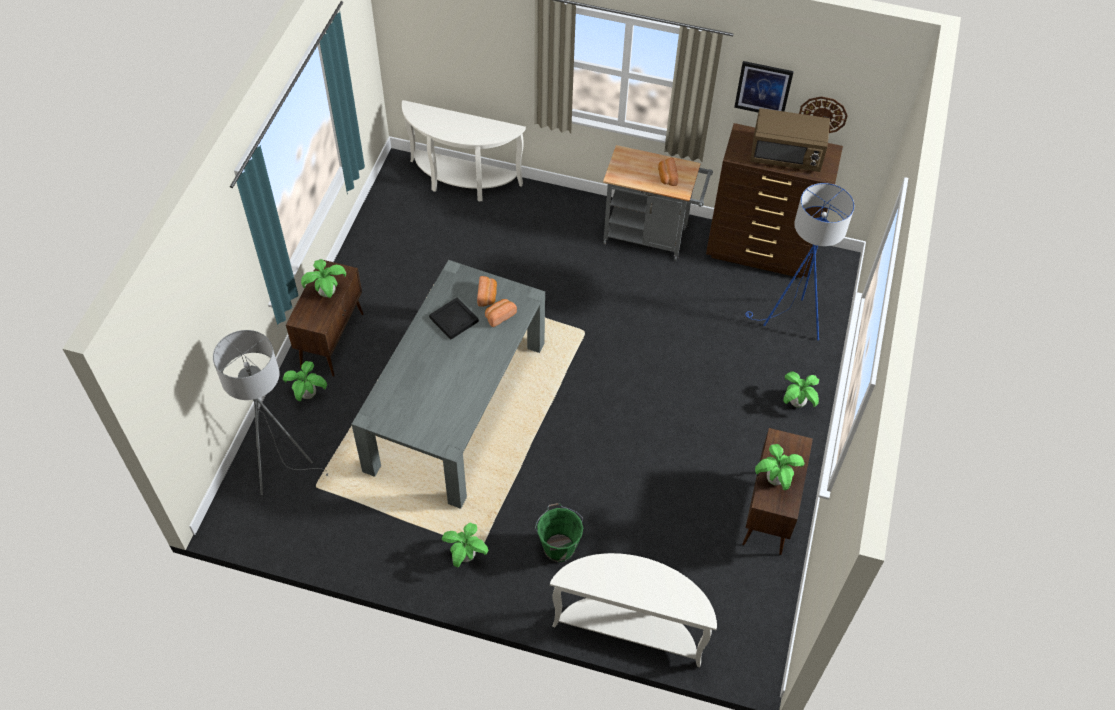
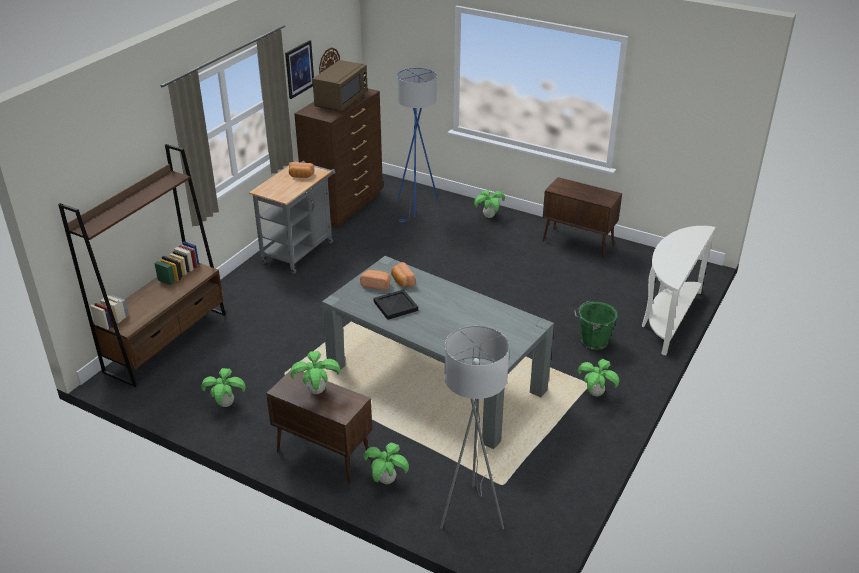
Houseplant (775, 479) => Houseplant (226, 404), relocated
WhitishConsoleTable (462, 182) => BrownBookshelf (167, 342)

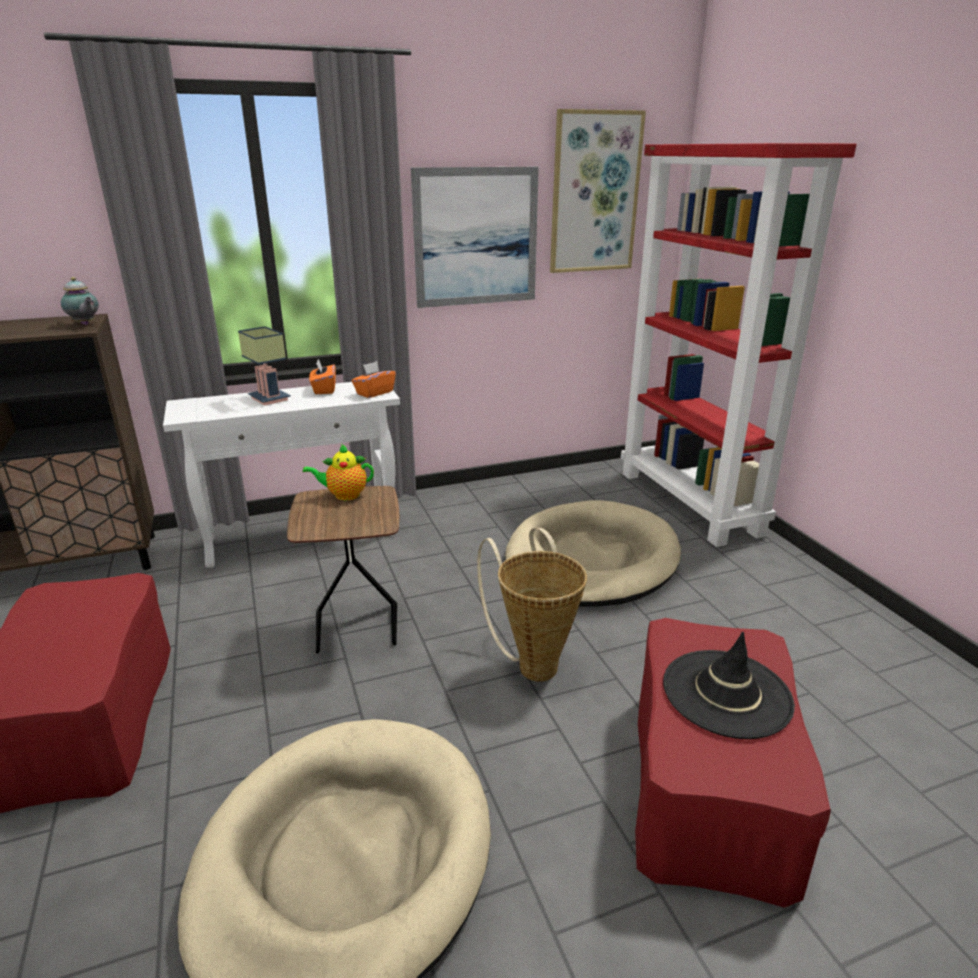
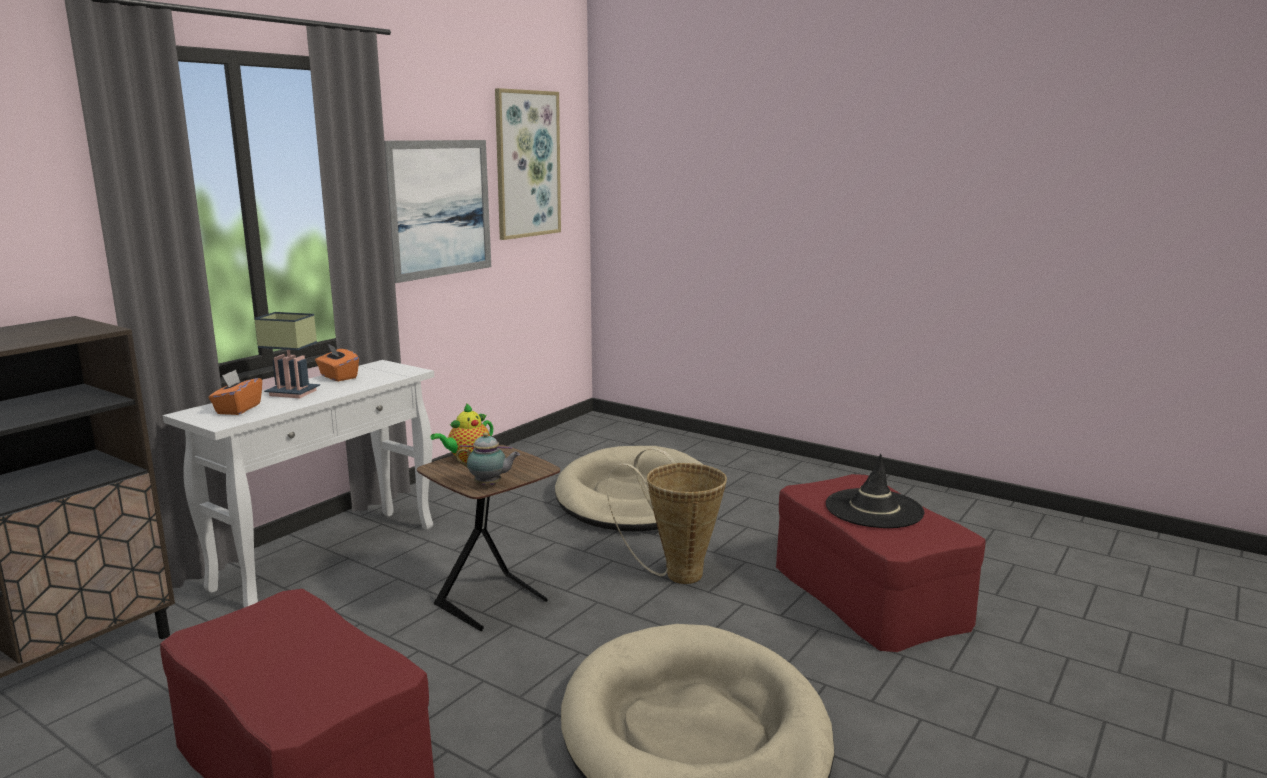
RedBookshelf (690, 503) => nothing
TeaPot (85, 325) => TeaPot (489, 485), relocated
OrangeColouredTissueBox (374, 393) => OrangeColouredTissueBox (238, 409), relocated

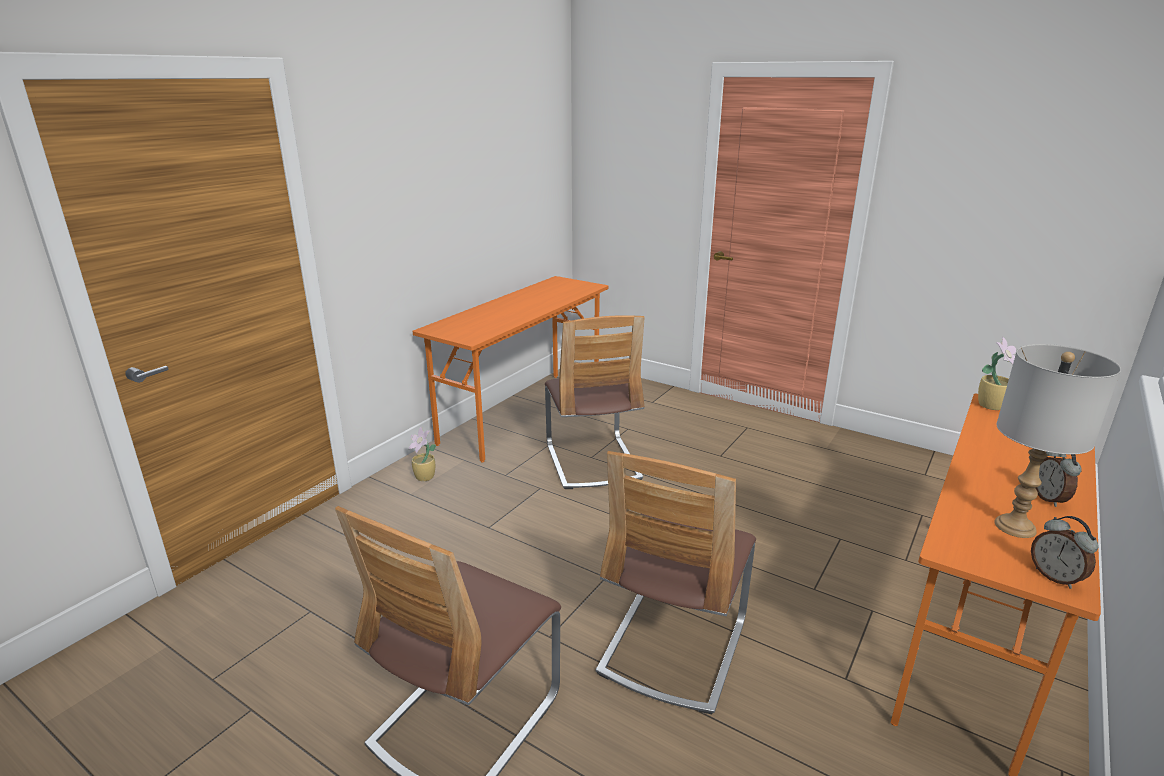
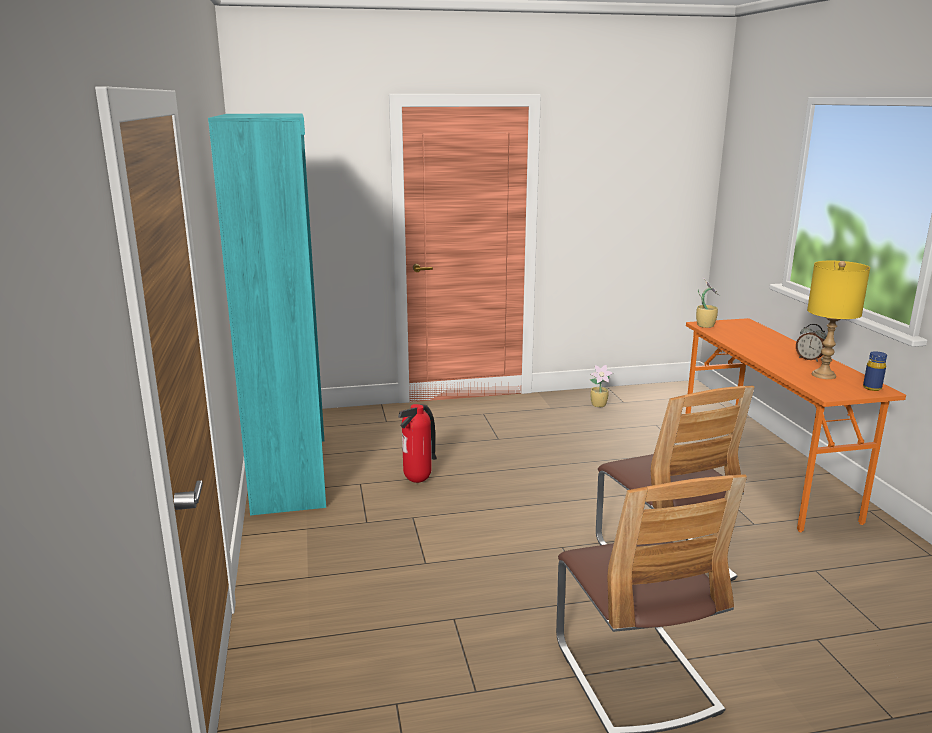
Houseplant (425, 477) => Houseplant (599, 405), relocated
OrangeColouredDesk (523, 413) => TurquoiseBookshelf (291, 471)
UprightChair (592, 461) => FireExtinguisher (418, 481)
BedsideClock (1055, 577) => BluishBeverageBottle (872, 388)
GreyishLampForATable (1015, 527) => YellowLampForATable (824, 375)

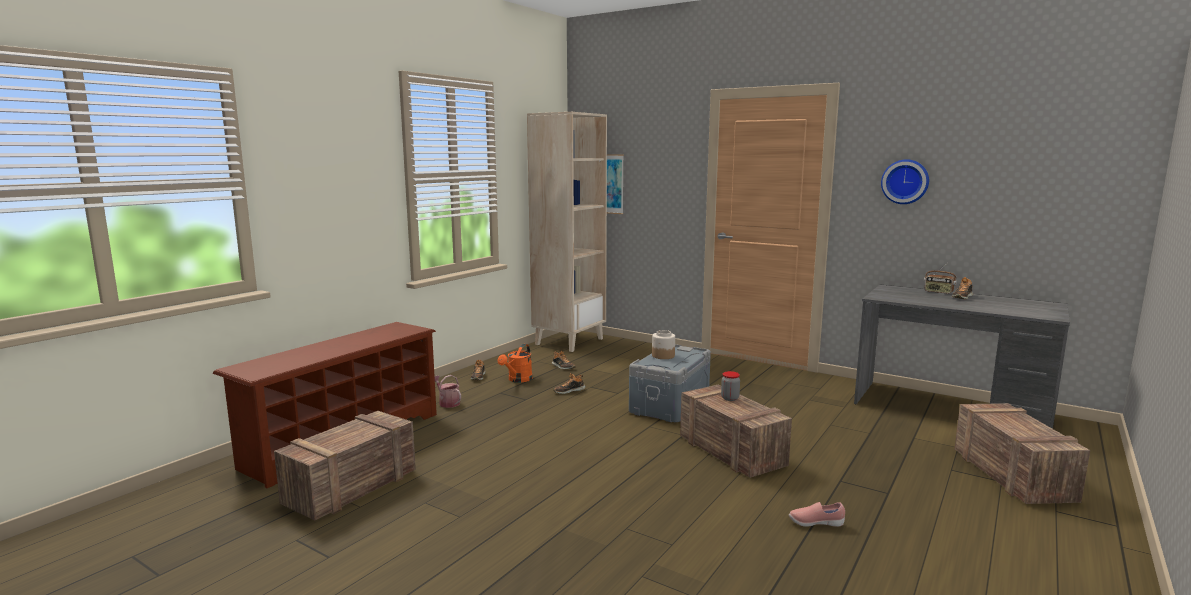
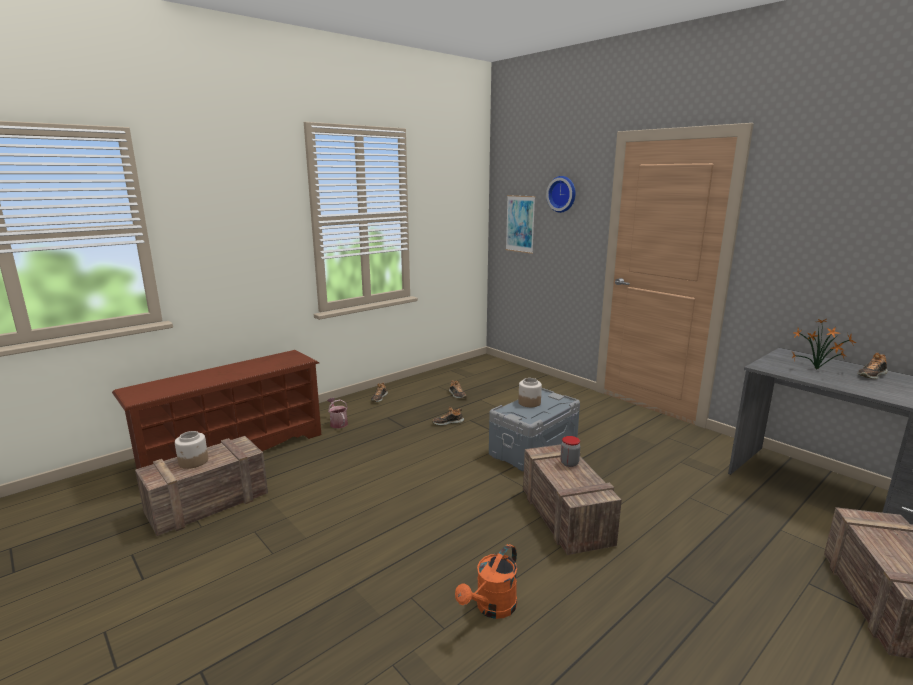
BeigeBookshelf (569, 341) => nothing
PinkColouredLowShoe (815, 523) => nothing
RadioSet (938, 292) => nothing
nothing => Jar (193, 462)
nothing => Houseplant (818, 370)
OrangeColouredSprinklingCan (518, 380) => OrangeColouredSprinklingCan (491, 608), relocated
ClockOnTheWall (905, 181) => ClockOnTheWall (562, 194), relocated

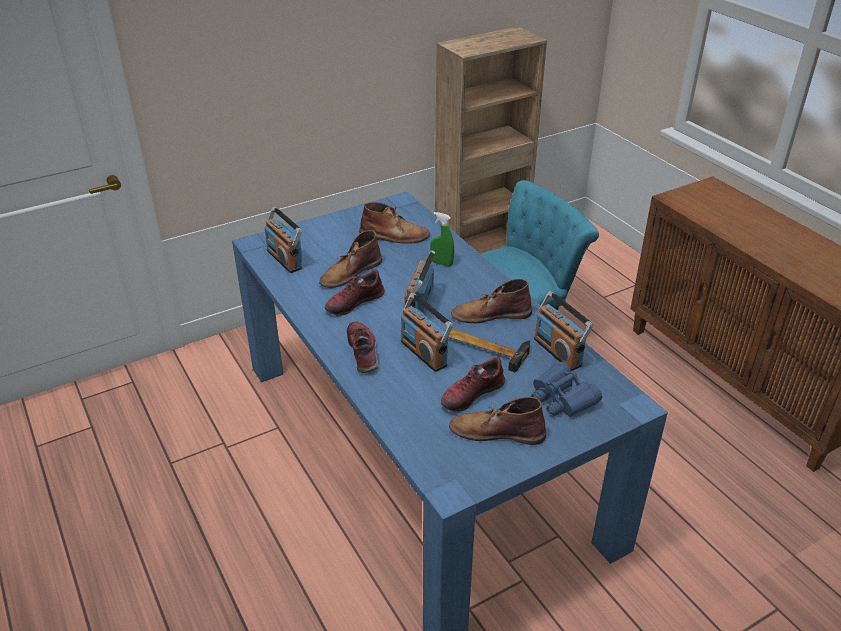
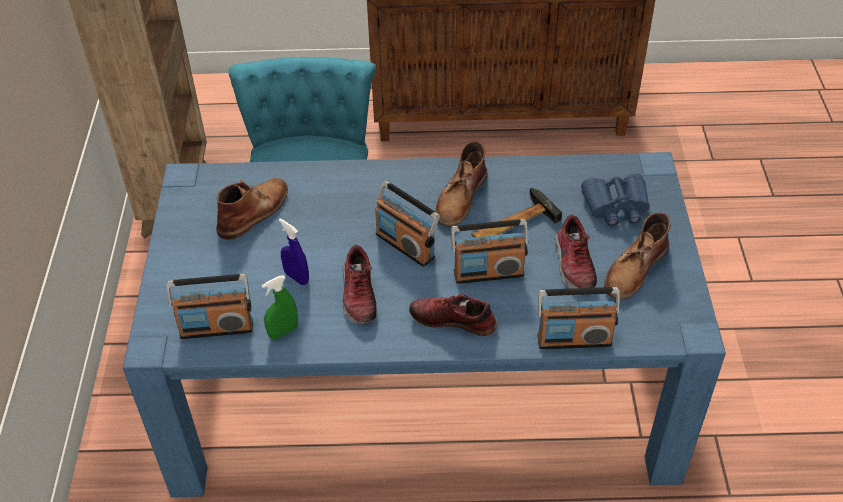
GreenSprayBottle (441, 263) => GreenSprayBottle (283, 331), relocated
RadioSet (558, 352) => RadioSet (574, 339), relocated
BrownBoot (350, 272) => BluishSprayBottle (296, 277)

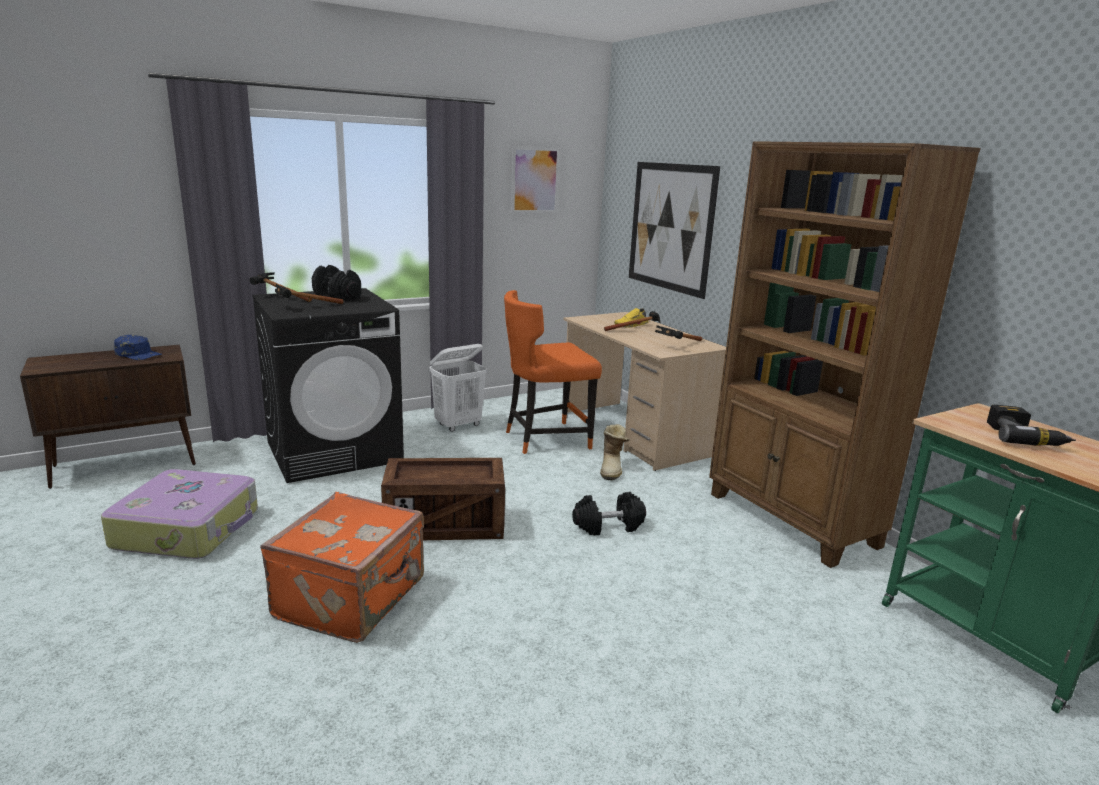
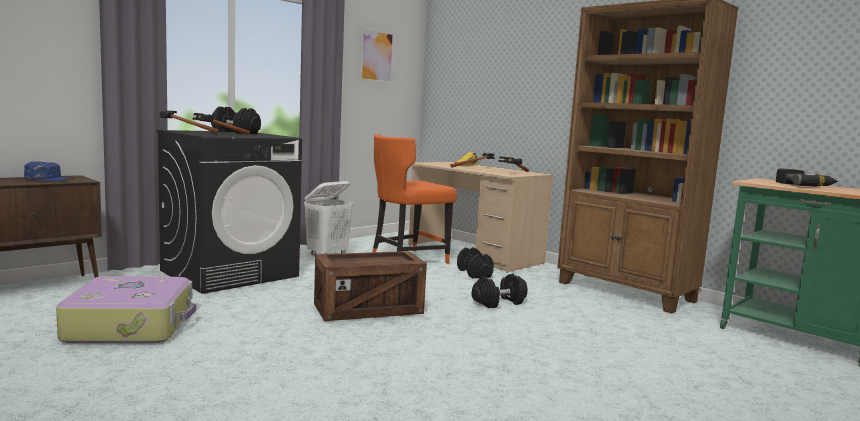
OrangeColouredPieceOfLuggage (353, 598) => nothing
WallPicture (670, 227) => nothing
Boot (612, 469) => BlackColouredDumbbell (474, 273)

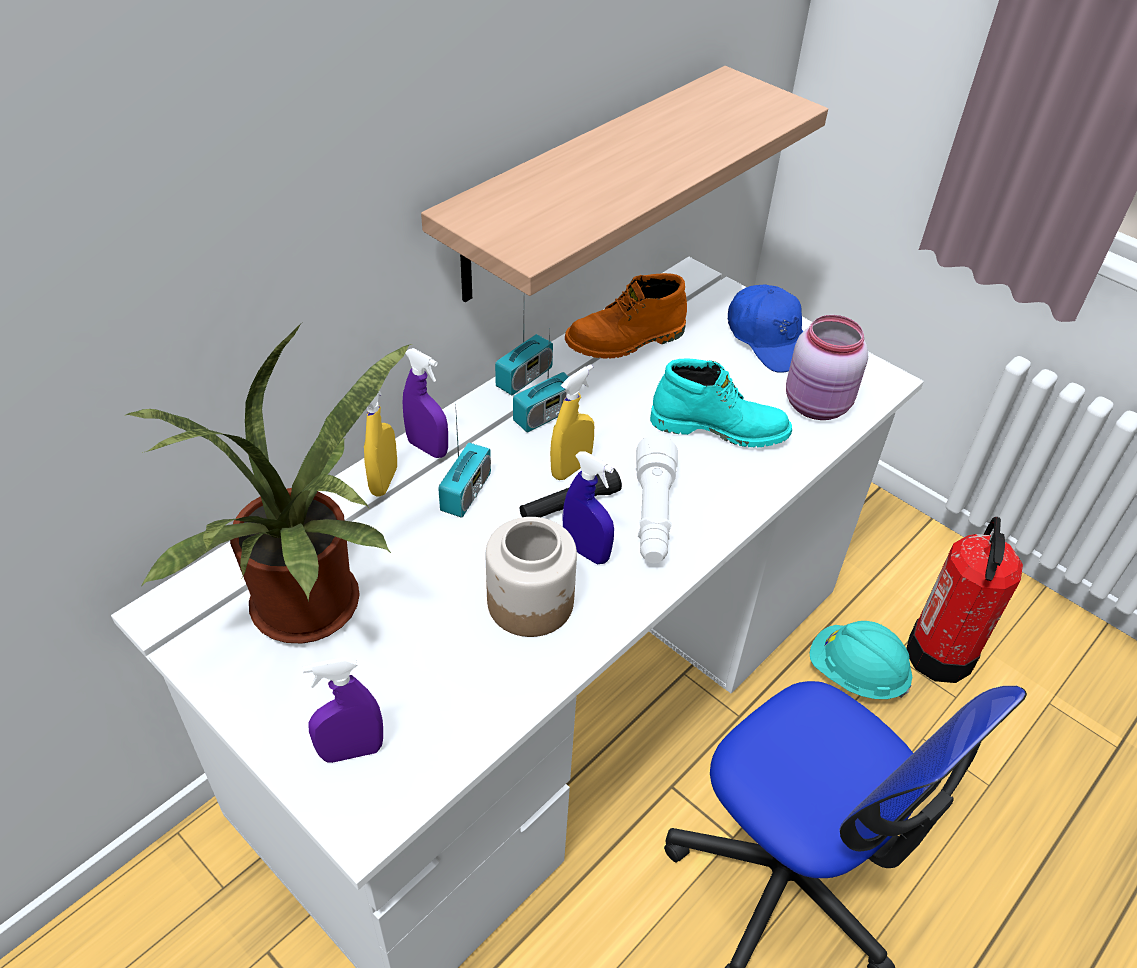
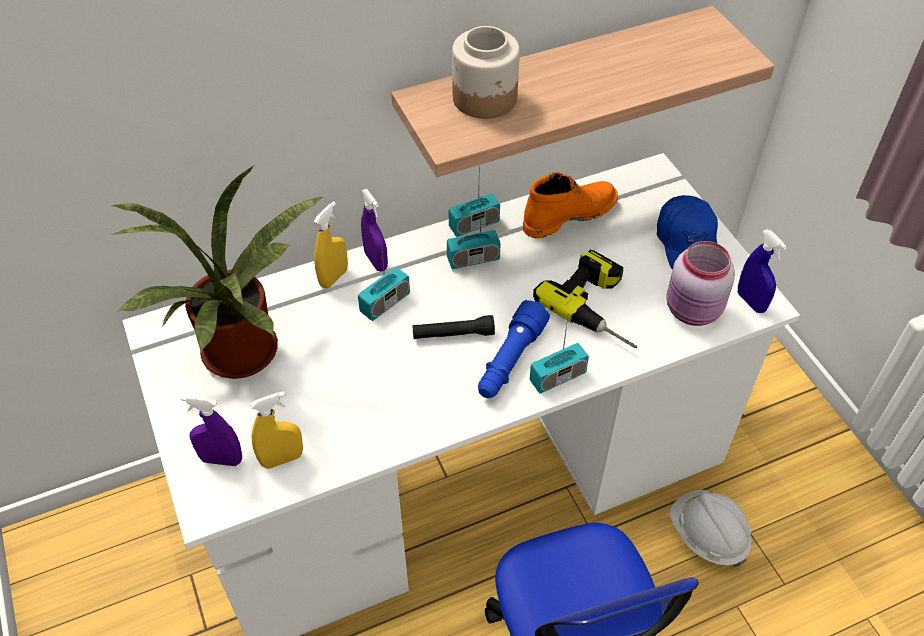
FireExtinguisher (940, 654) => nothing
nothing => RadioSet (557, 377)
Jar (531, 602) => Jar (485, 98), relocated
YellowSprayBottle (571, 468) => YellowSprayBottle (282, 459), relocated
BluishSprayBottle (586, 552) => BluishSprayBottle (751, 302), relocated
TurquoiseBoot (719, 427) => Drill (601, 306)
WhitishTorch (653, 515) => BluishTorch (510, 361)
TurquoiseWorkHelmet (855, 674) => WhitishWorkHelmet (707, 535)
OrangeColouredBoot (626, 341) => OrangeColouredBoot (568, 214), 150 degrees clockwise

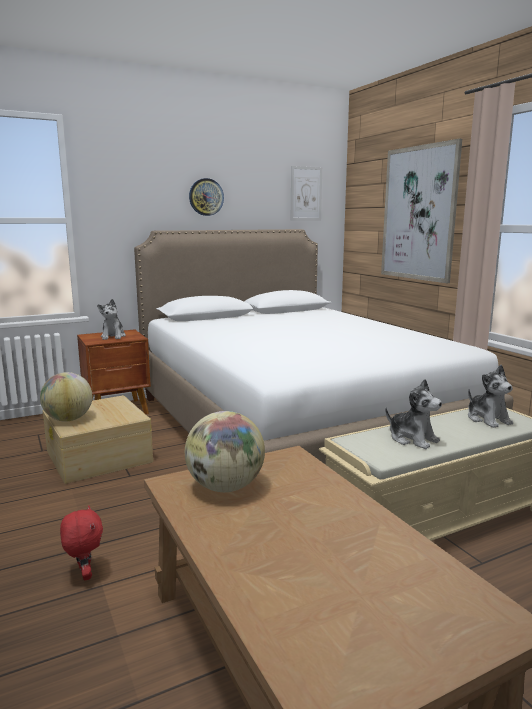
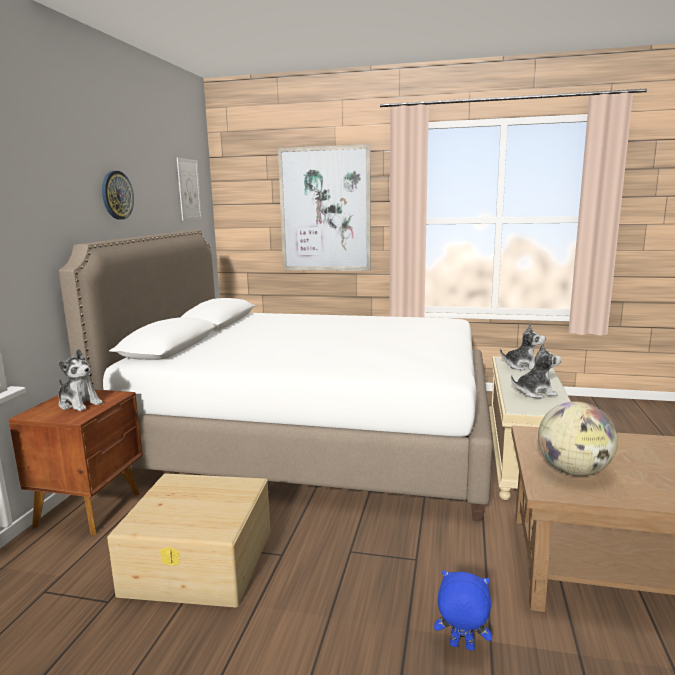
DeskGlobe (68, 419) => nothing
RedCuddlyToy (84, 574) => BluishCuddlyToy (461, 647)

